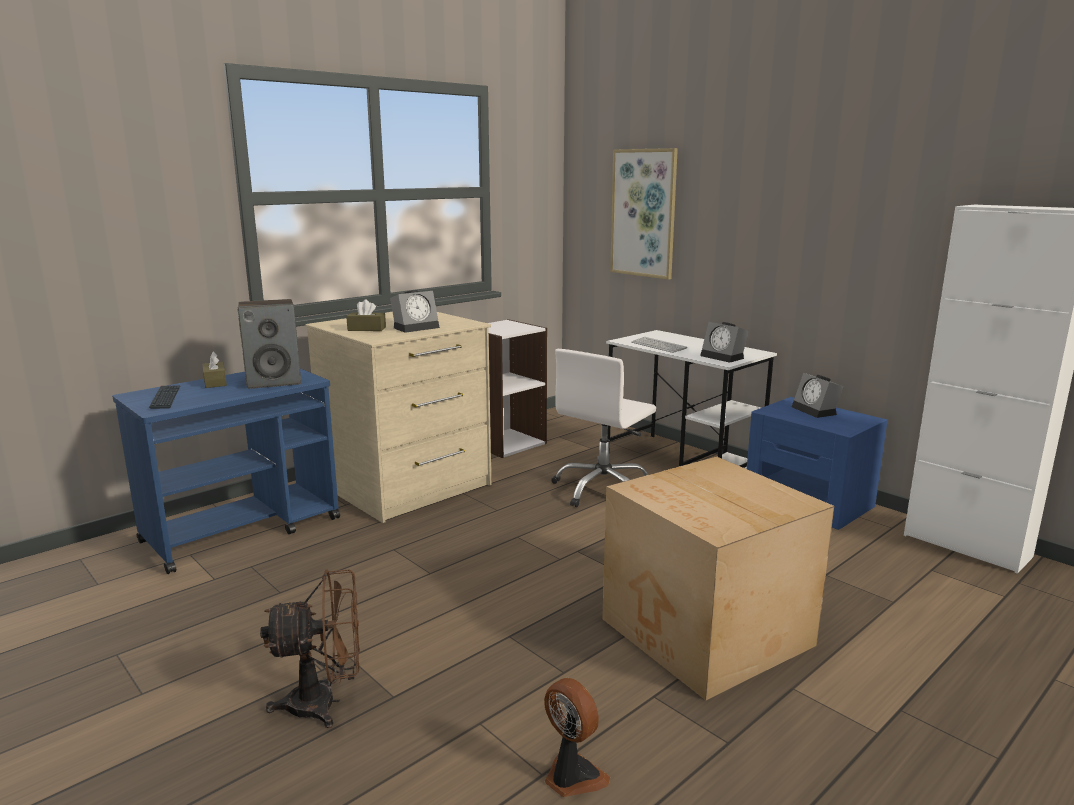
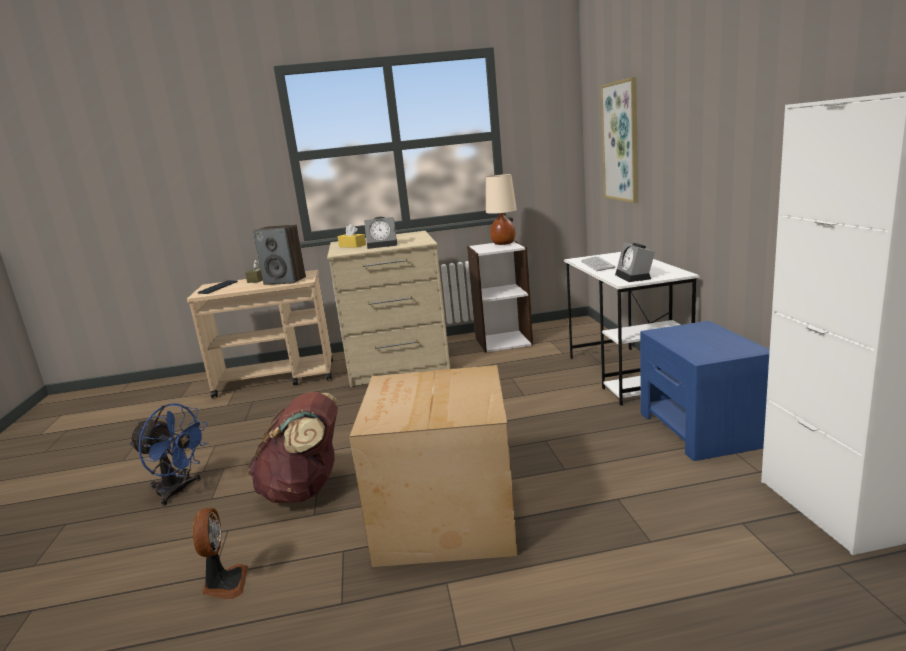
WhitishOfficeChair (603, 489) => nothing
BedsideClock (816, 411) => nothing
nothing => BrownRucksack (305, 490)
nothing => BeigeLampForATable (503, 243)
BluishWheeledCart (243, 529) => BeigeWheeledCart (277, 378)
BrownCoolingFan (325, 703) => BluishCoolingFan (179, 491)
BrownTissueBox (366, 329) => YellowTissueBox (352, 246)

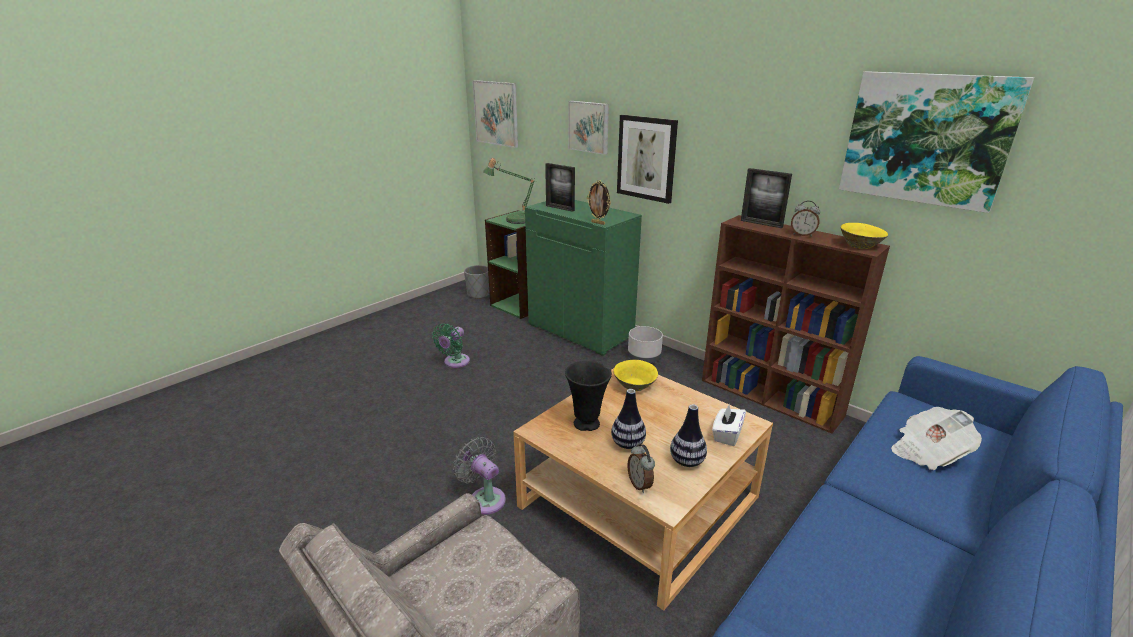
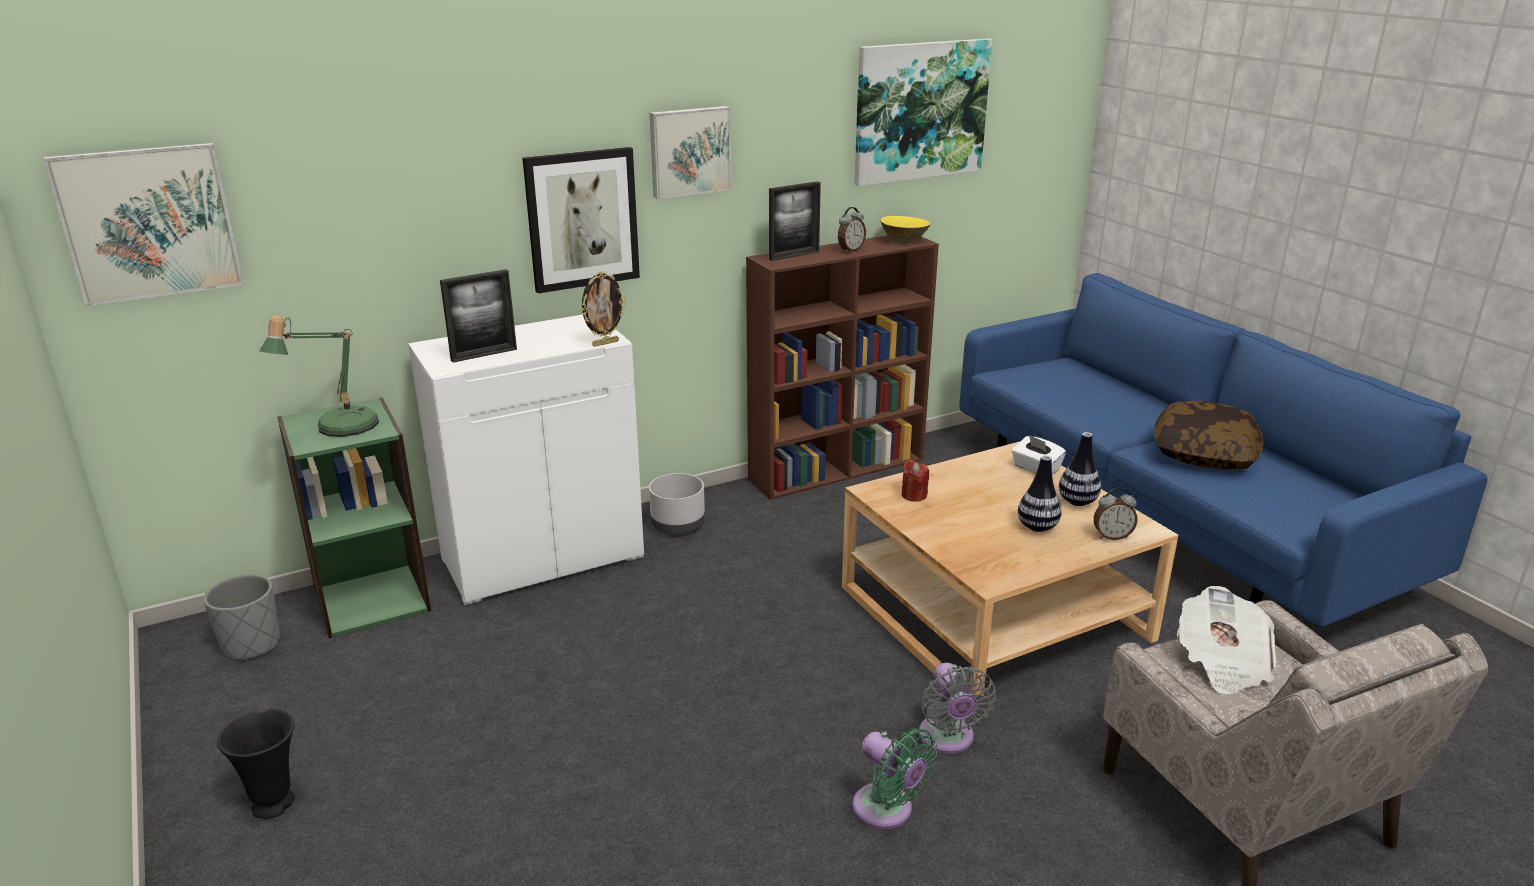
nothing => Cushion (1203, 454)
GreenCoolingFan (455, 362) => GreenCoolingFan (887, 811), relocated
BlackColouredVase (587, 424) => BlackColouredVase (275, 804), relocated
WallPicture (589, 127) => WallPicture (689, 151), relocated
DailyPaper (928, 452) => DailyPaper (1222, 663), relocated
YellowDeepDish (634, 386) => RedCandle (914, 495)
GreenCupboard (581, 330) => WhitishCupboard (543, 557)
GreyishCoolingFan (484, 498) => GreyishCoolingFan (948, 739), 75 degrees counterclockwise

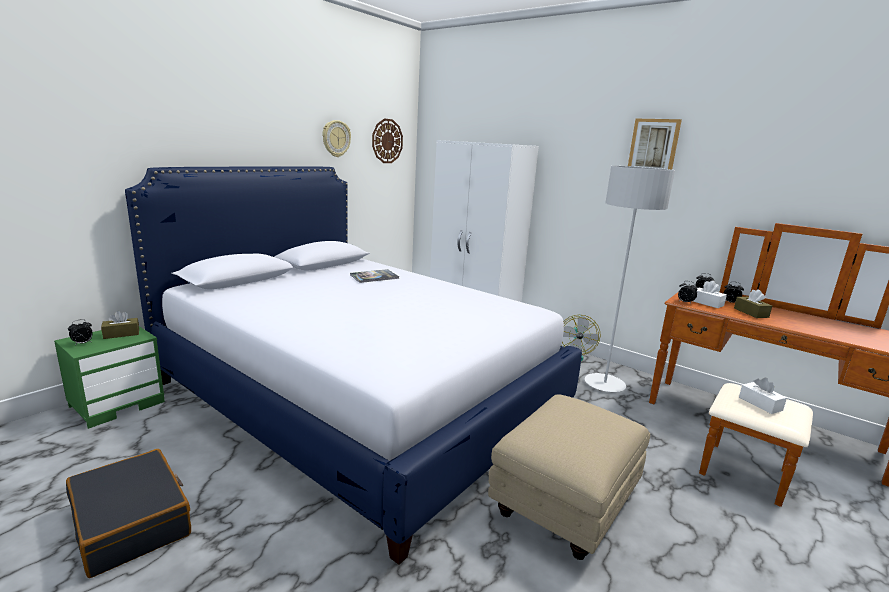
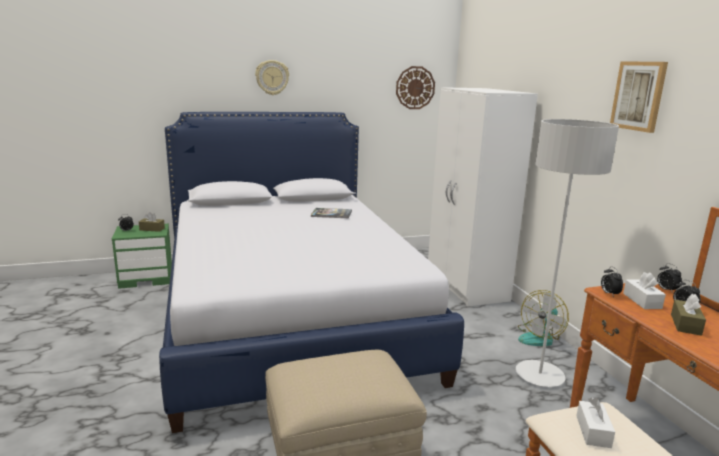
BlackColouredPieceOfLuggage (132, 522) => nothing
ClockOnTheWall (336, 138) => ClockOnTheWall (272, 77), relocated

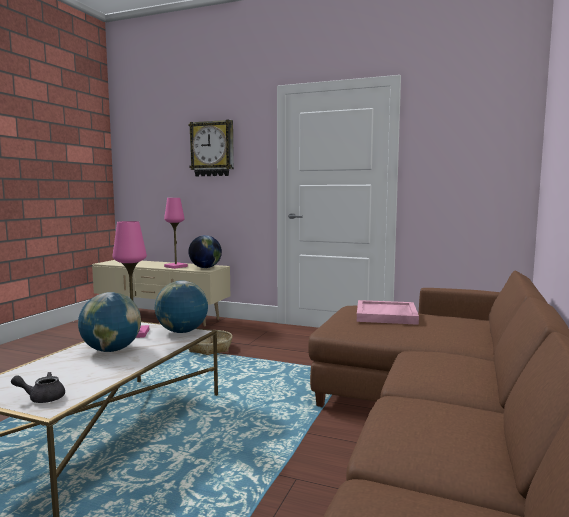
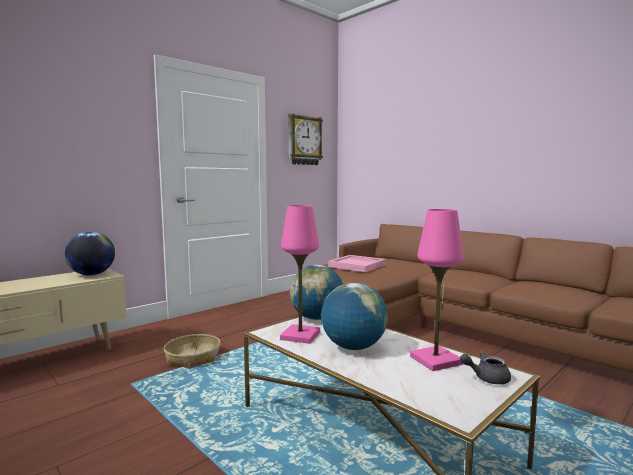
PinkColouredLampForATable (176, 266) => PinkColouredLampForATable (435, 360), relocated
ClockOnTheWall (212, 149) => ClockOnTheWall (304, 140), relocated
GreyishTeaPot (42, 398) => GreyishTeaPot (486, 378), 75 degrees clockwise

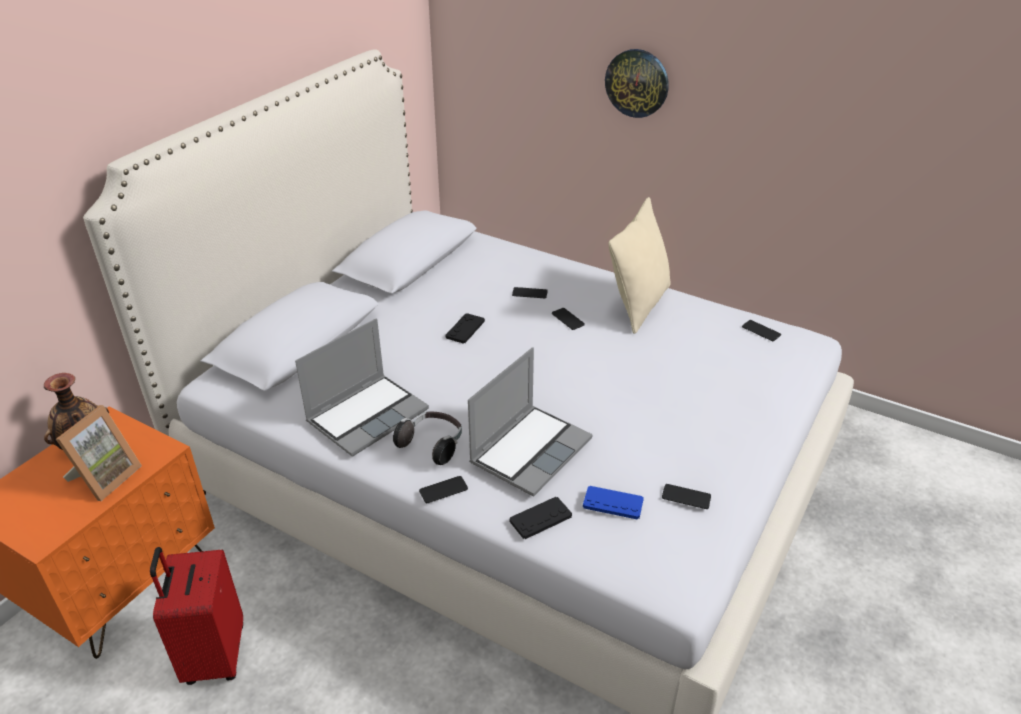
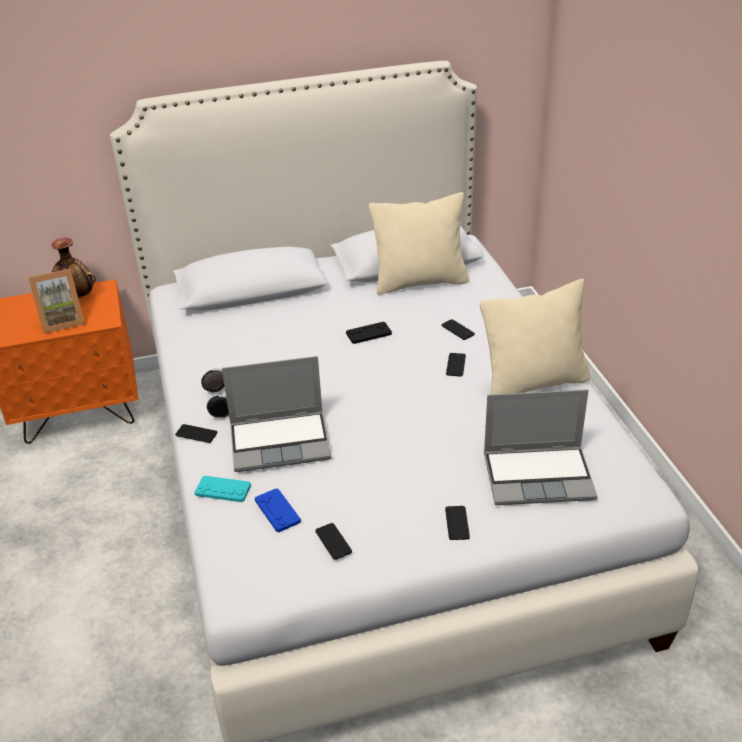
RedPieceOfLuggage (213, 655) => nothing
ClockOnTheWall (637, 83) => nothing
nothing => BeigeCushion (420, 282)
Laptop (368, 415) => Laptop (539, 476), relocated
Handset (761, 331) => Handset (457, 523), relocated
BlackColouredGamepad (540, 518) => TurquoiseGamepad (223, 490)

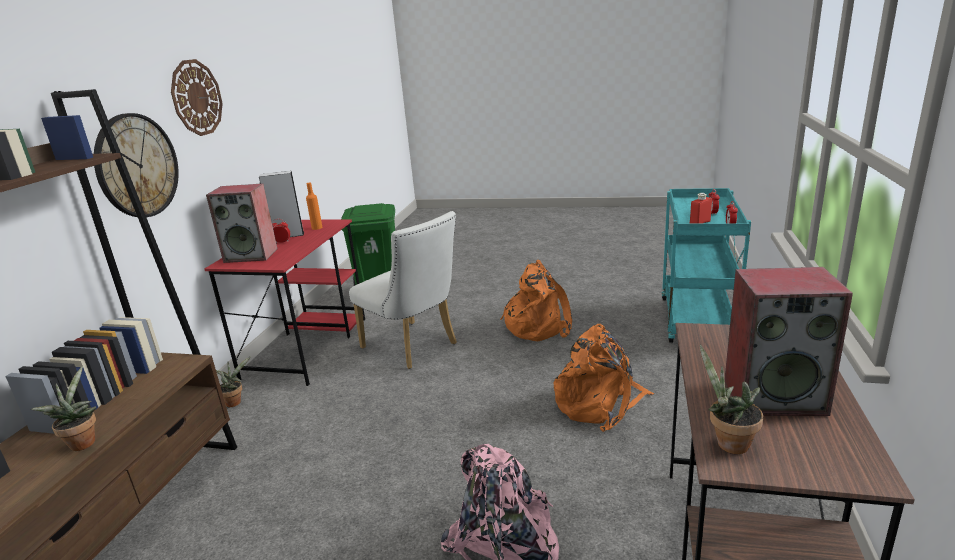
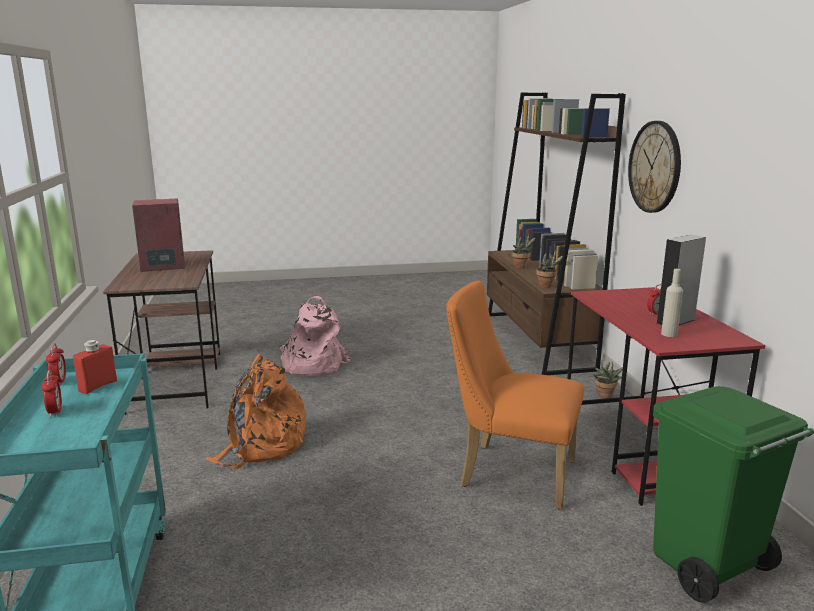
ClockOnTheWall (196, 98) => nothing
Speaker (252, 255) => nothing
OrangeColouredRucksack (537, 326) => nothing
Houseplant (727, 443) => Houseplant (547, 286), relocated
OrangeColouredBeverageBottle (317, 228) => BeigeBeverageBottle (669, 334)
WhitishUprightChair (414, 347) => OrangeColouredUprightChair (509, 472)

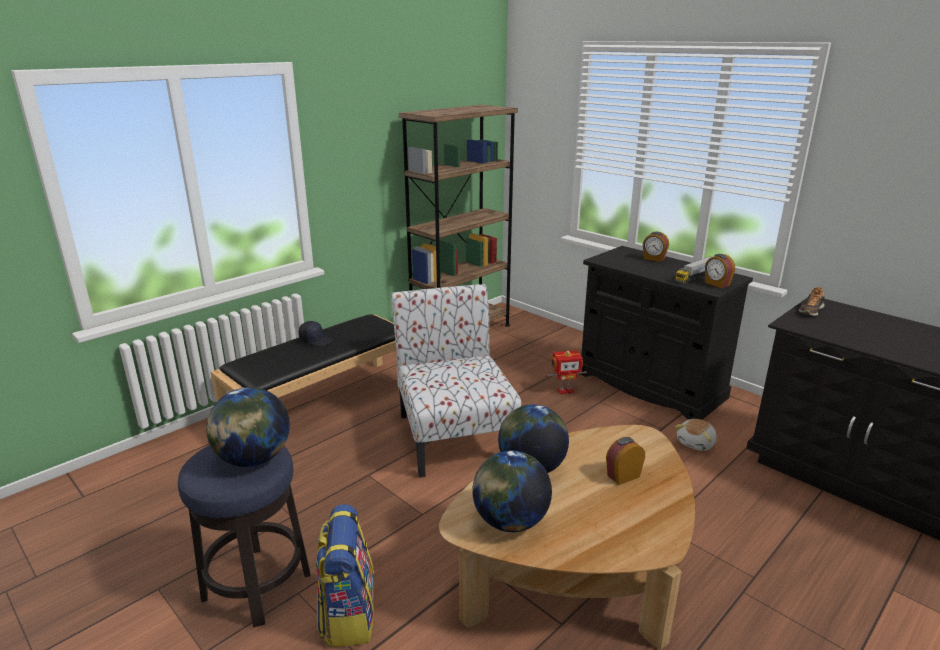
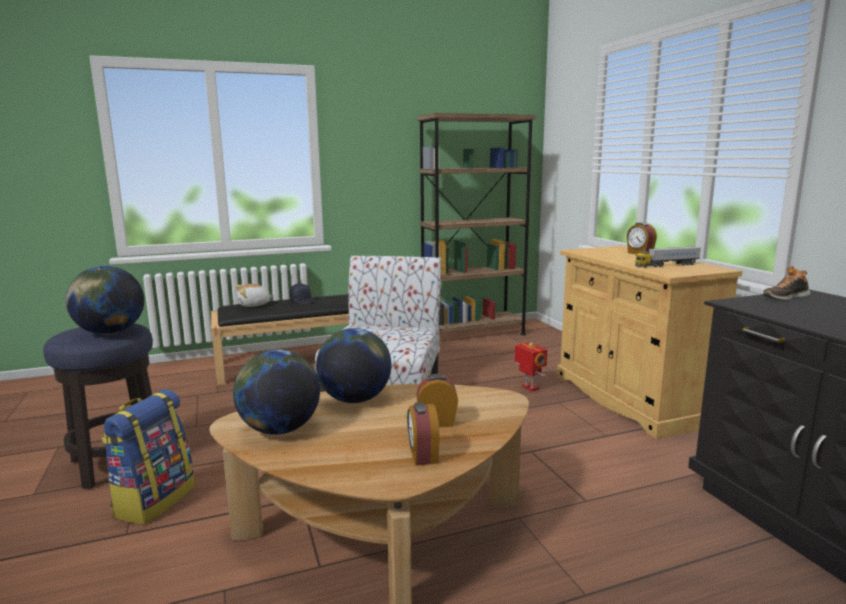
CuddlyToy (696, 443) => CuddlyToy (254, 305), relocated
BedsideClock (716, 284) => BedsideClock (422, 455), relocated
BlackColouredCupboard (650, 385) => BeigeCupboard (630, 399)
ToyRobot (565, 391) => ToyRobot (529, 388), 135 degrees counterclockwise

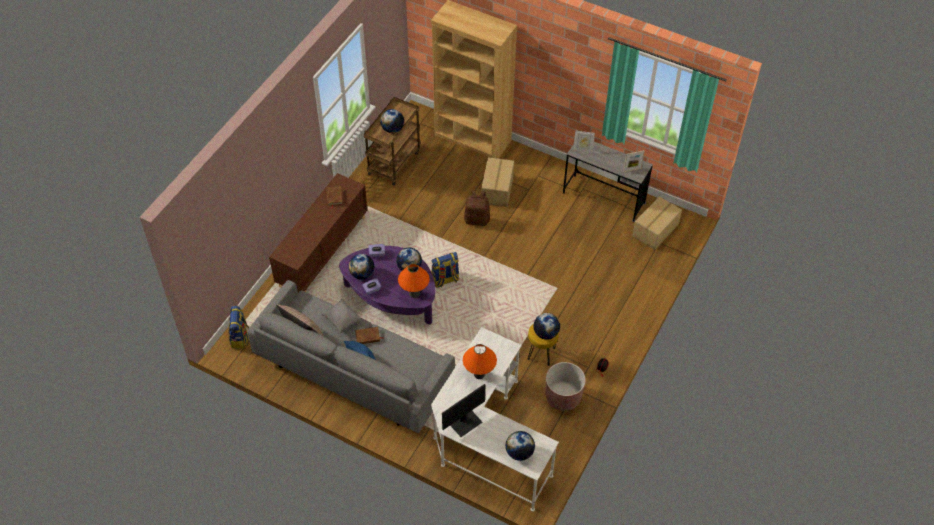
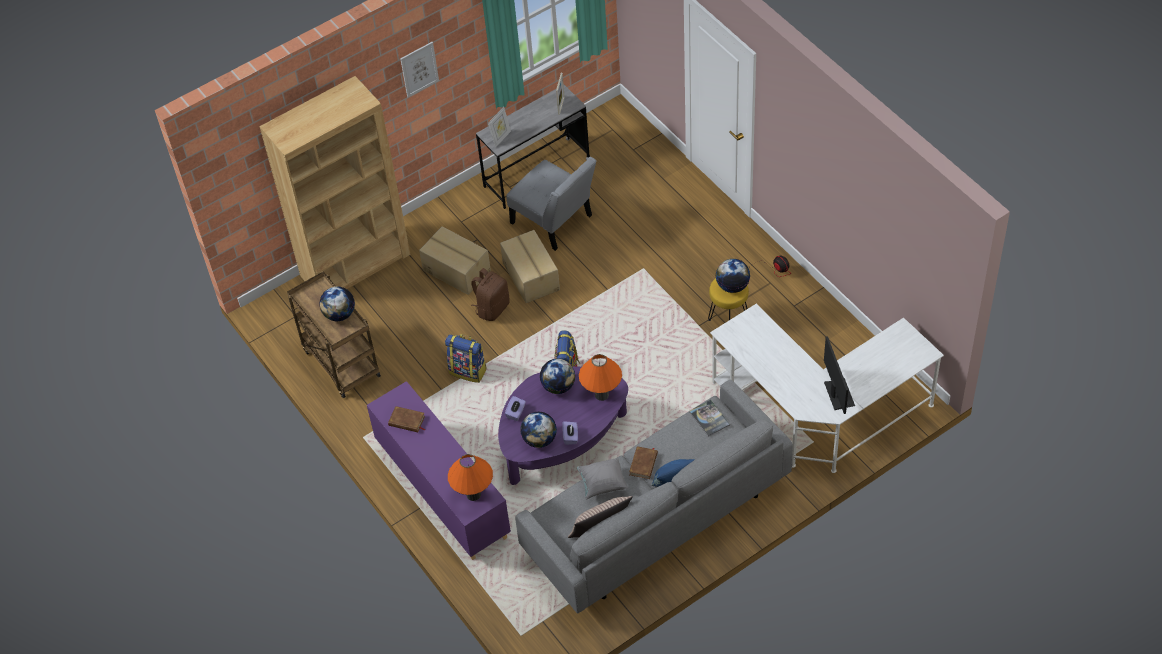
DeskGlobe (519, 452) => nothing
BrownFlowerPot (563, 397) => nothing
nothing => WallPicture (419, 69)
nothing => GreyishUprightChair (554, 222)
nothing => BoundBook (709, 418)
Rucksack (240, 338) => Rucksack (468, 370), relocated
OrangeColouredLampForATable (479, 374) => OrangeColouredLampForATable (473, 494), relocated
Carton (656, 230) => Carton (531, 276), relocated
BrownCupboard (323, 251) => PurplishCupboard (442, 491)

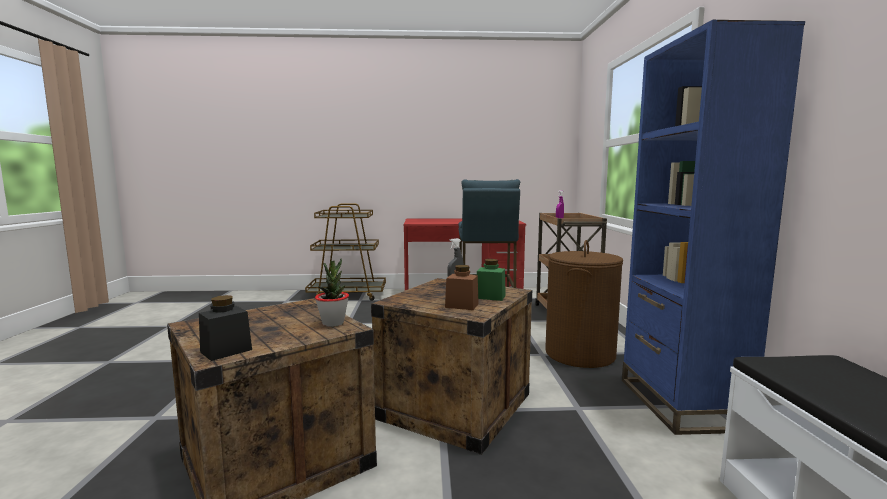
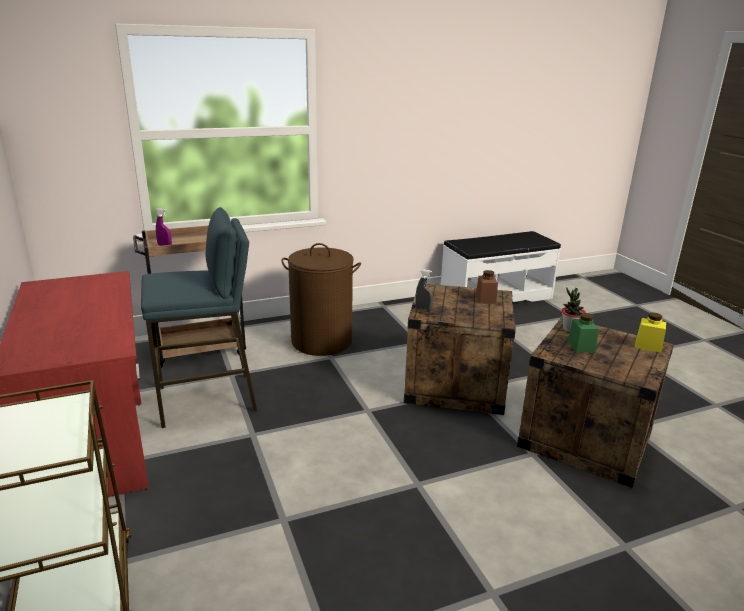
BluishBookshelf (680, 403) => nothing
GreenJar (490, 297) => GreenJar (581, 346), relocated
BlackColouredJar (226, 351) => YellowJar (648, 346)

